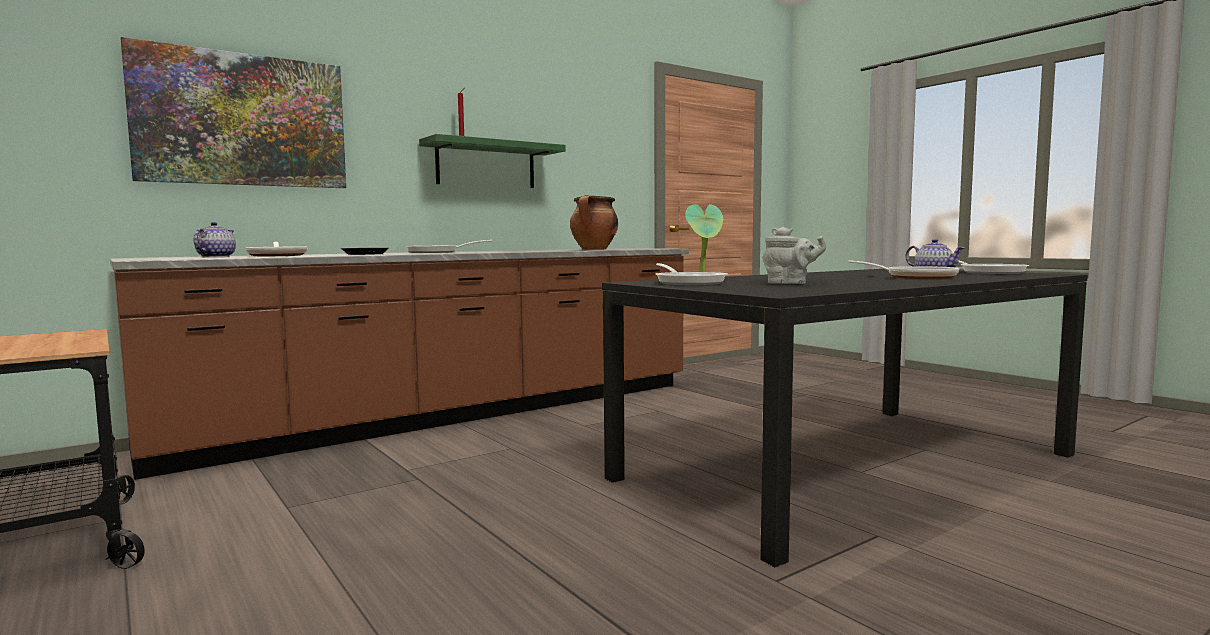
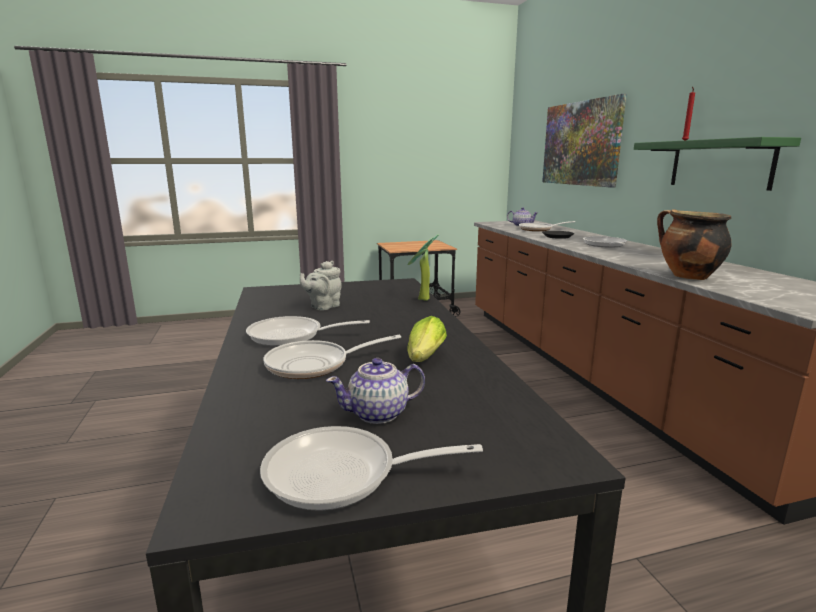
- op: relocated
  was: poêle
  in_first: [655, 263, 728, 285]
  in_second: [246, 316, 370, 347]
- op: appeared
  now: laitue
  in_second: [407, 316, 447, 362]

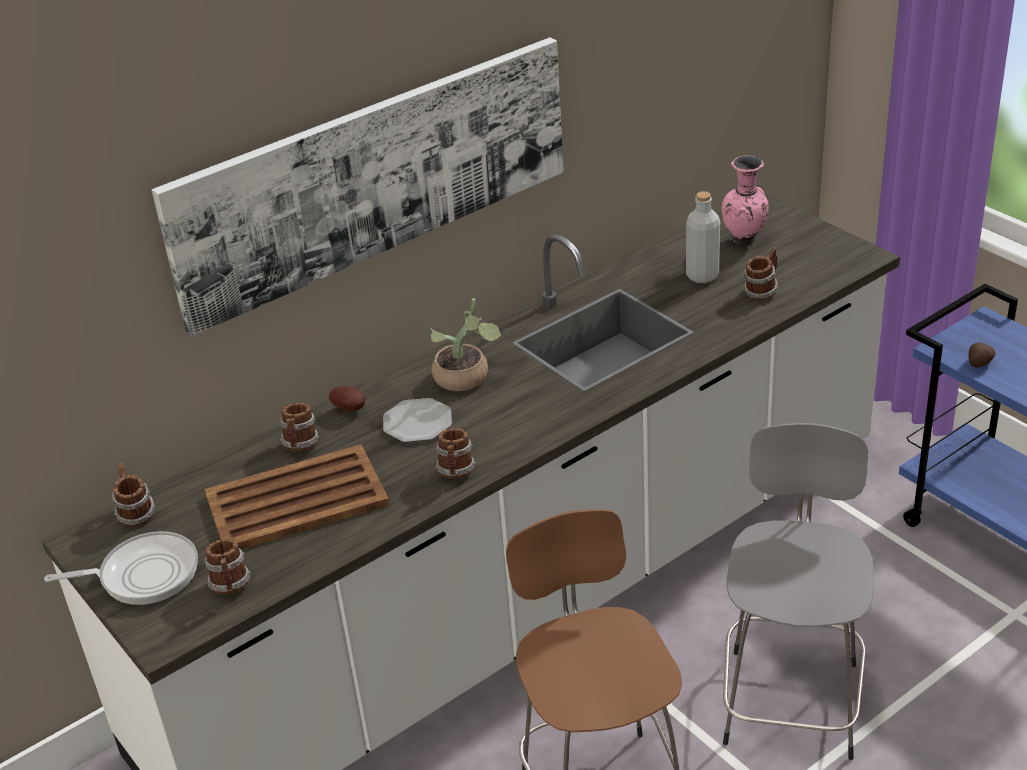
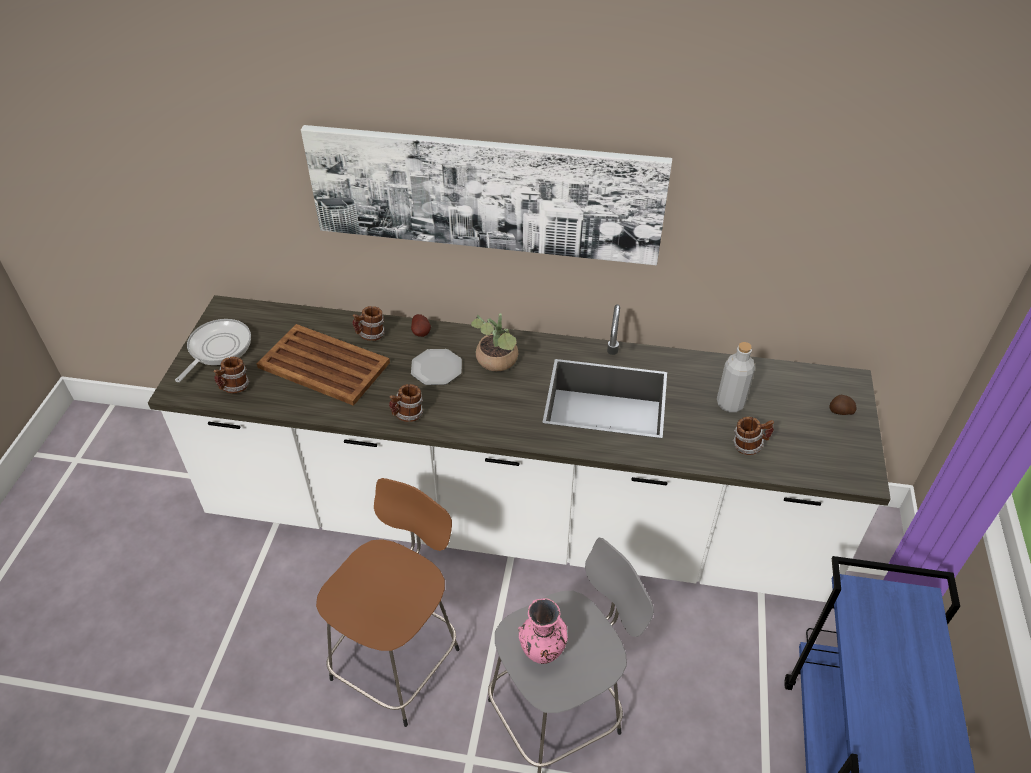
- op: relocated
  was: vase/rose
  in_first: [722, 155, 769, 246]
  in_second: [518, 598, 568, 664]
- op: relocated
  was: pomme de terre
  in_first: [969, 343, 996, 368]
  in_second: [829, 395, 857, 415]
- op: missing
  was: mug
  in_first: [112, 462, 156, 526]
- op: spun
  was: poêle
  in_first: [44, 531, 198, 605]
  in_second: [175, 319, 251, 382]
  clockwise: -105

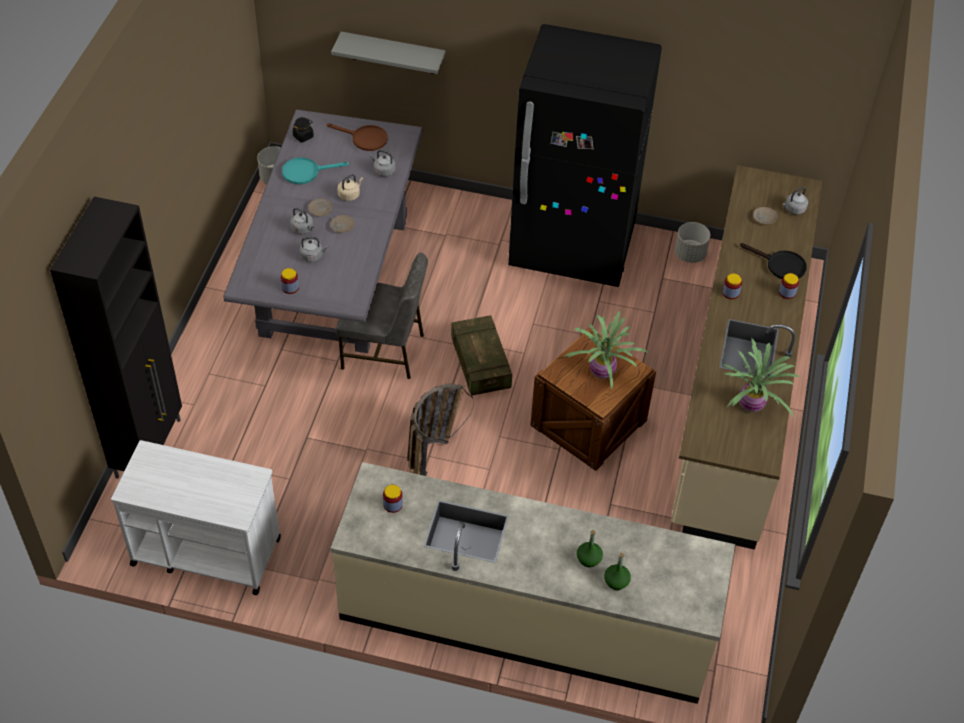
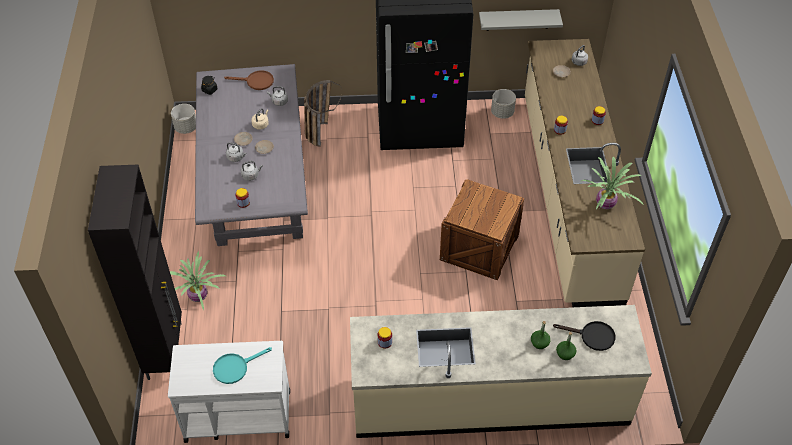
- op: relocated
  was: étagère/gris
  in_first: [331, 32, 445, 74]
  in_second: [479, 9, 563, 31]
- op: relocated
  was: poêle/turquoise
  in_first: [282, 157, 349, 184]
  in_second: [213, 347, 272, 384]
- op: relocated
  was: poêle/noir
  in_first: [740, 243, 807, 279]
  in_second: [553, 321, 616, 351]
- op: missing
  was: chaise/gris
  in_first: [336, 253, 428, 379]
- op: relocated
  was: plante en pot
  in_first: [564, 311, 649, 389]
  in_second: [170, 251, 226, 310]
- op: missing
  was: caisse
  in_first: [451, 315, 512, 396]
- op: relocated
  was: panier
  in_first: [407, 383, 474, 476]
  in_second: [304, 80, 342, 147]

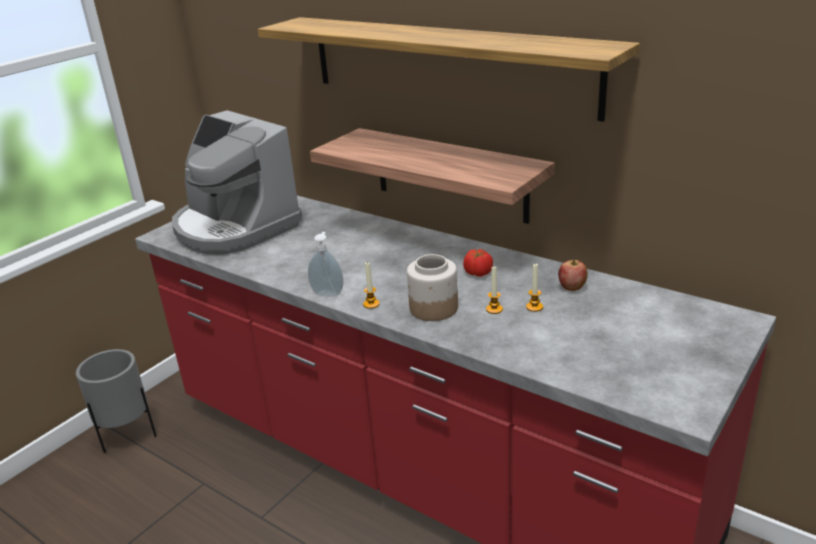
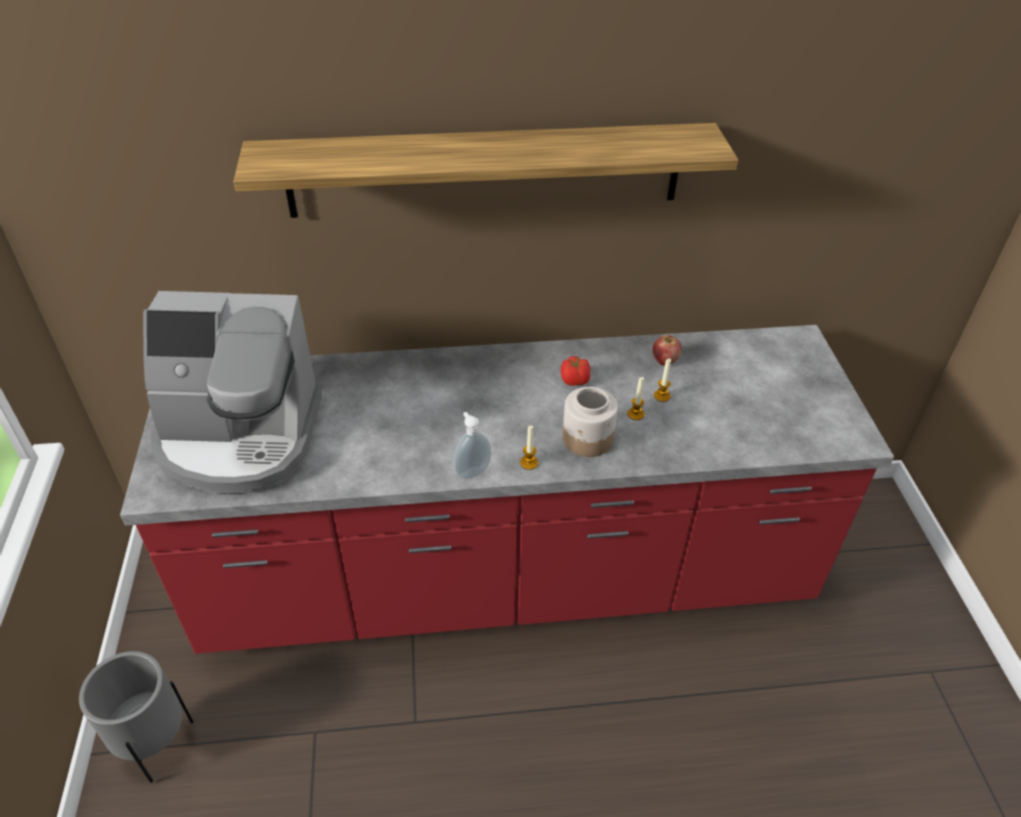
- op: missing
  was: étagère
  in_first: [310, 128, 555, 224]

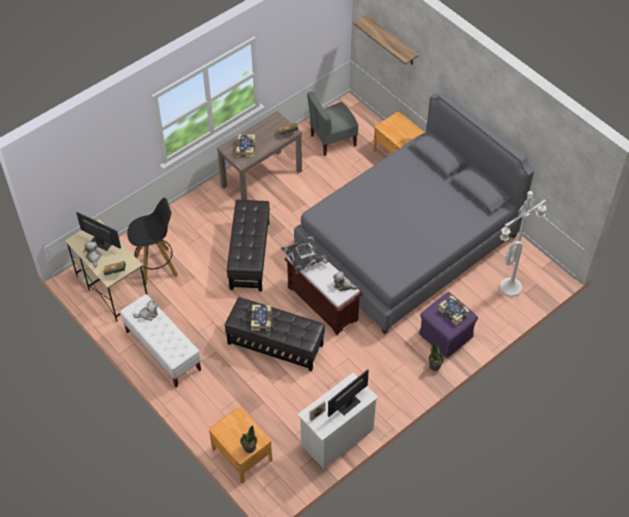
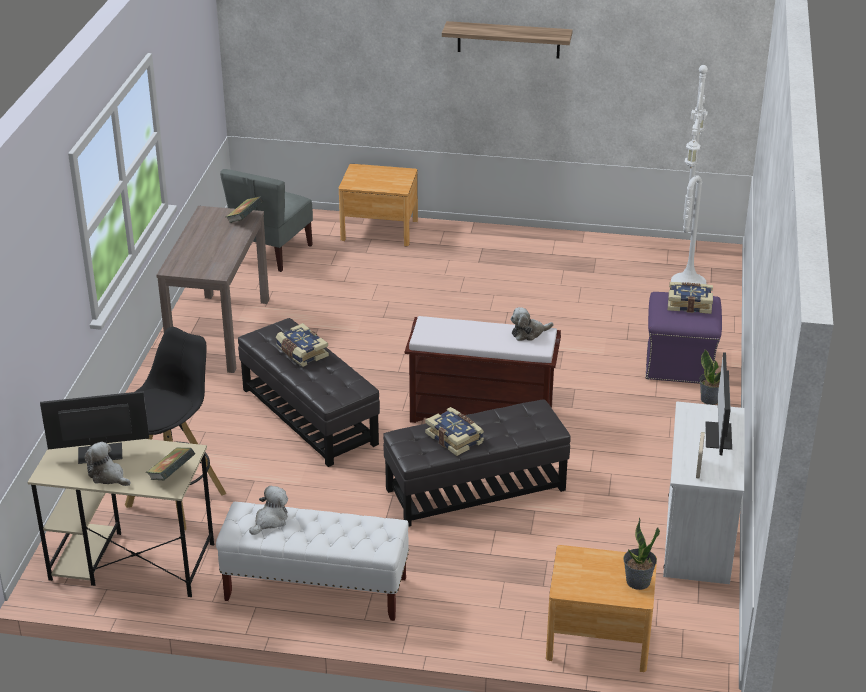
- op: relocated
  was: étagère
  in_first: [354, 15, 418, 65]
  in_second: [442, 21, 573, 59]
- op: missing
  was: lit/gris
  in_first: [294, 93, 534, 334]
- op: relocated
  was: livre
  in_first: [236, 134, 256, 158]
  in_second: [276, 323, 329, 367]
- op: missing
  was: coussin
  in_first: [280, 235, 331, 274]

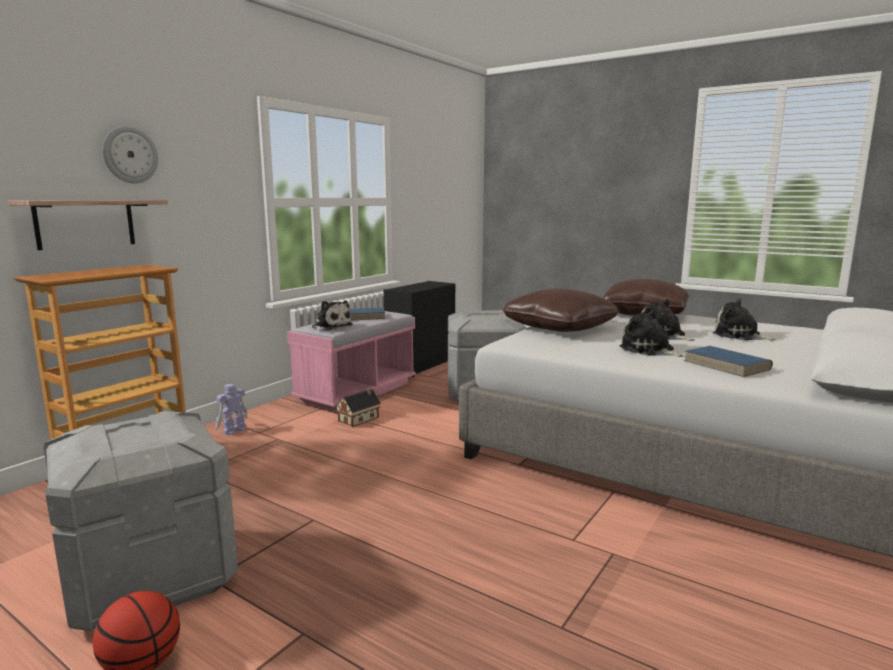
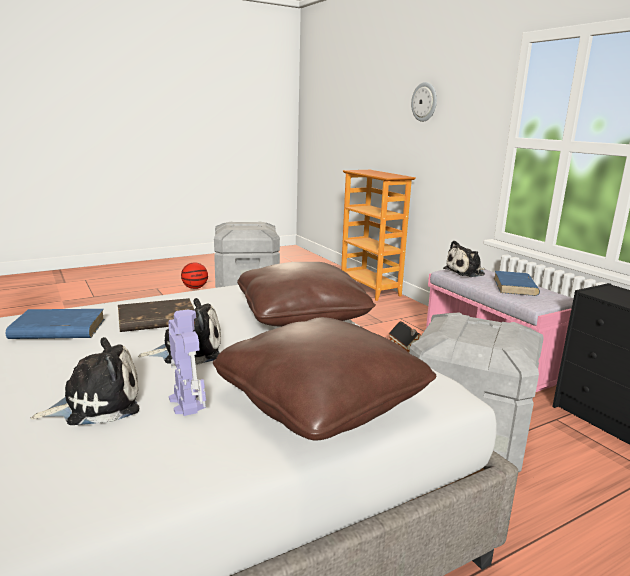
- op: missing
  was: étagère
  in_first: [8, 200, 168, 250]
- op: exchanged
  was: peluche
  now: livre/marron
  in_first: [620, 309, 684, 357]
  in_second: [118, 298, 194, 332]
- op: relocated
  was: robot jouet
  in_first: [215, 384, 247, 435]
  in_second: [168, 310, 206, 416]

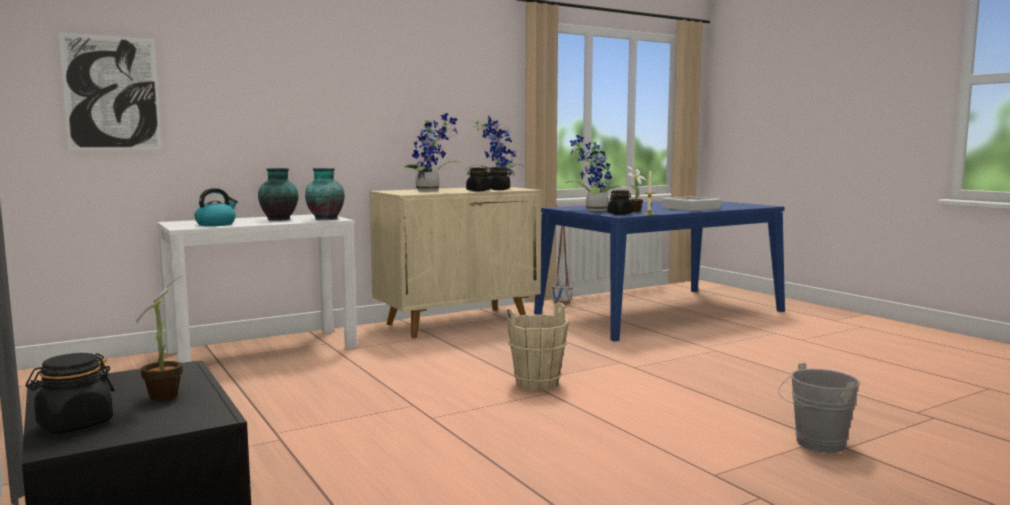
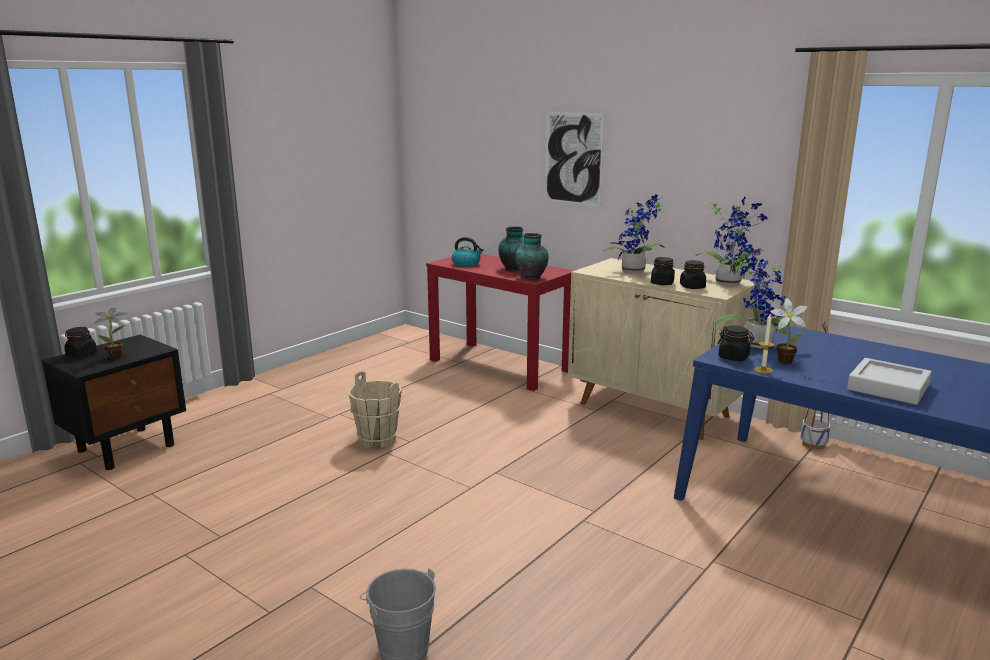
- op: relocated
  was: tableau
  in_first: [59, 33, 162, 150]
  in_second: [545, 112, 604, 206]
- op: colour
  was: table console/blanc
  now: table console/rouge
  in_first: [157, 214, 357, 363]
  in_second: [426, 254, 575, 391]
- op: relocated
  was: seau/beige
  in_first: [507, 302, 569, 391]
  in_second: [349, 371, 402, 449]

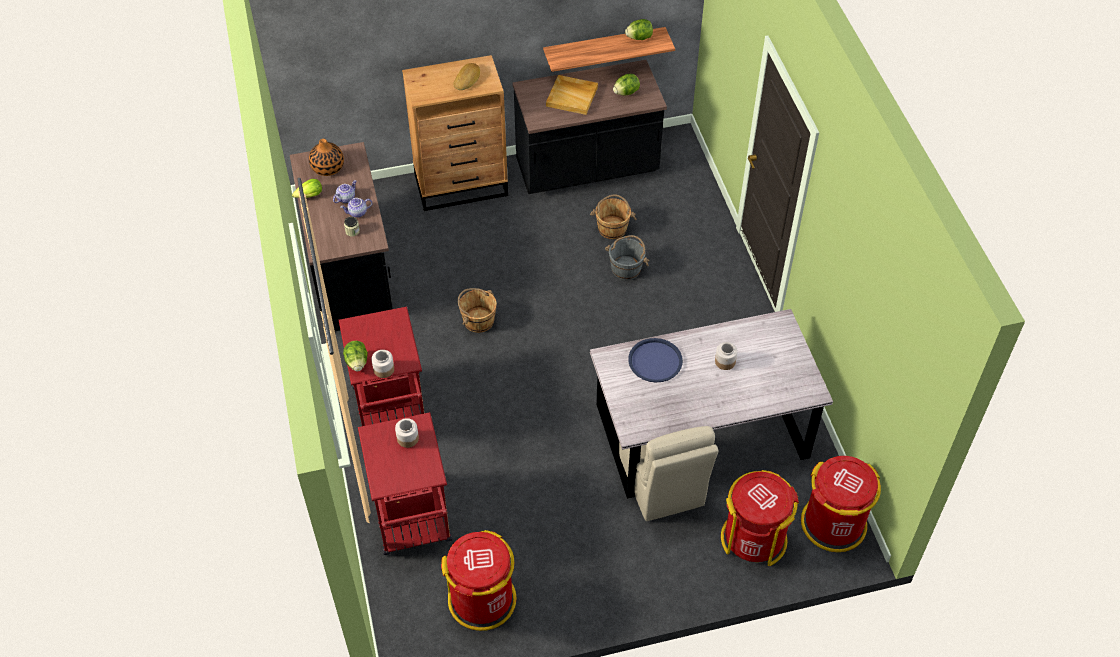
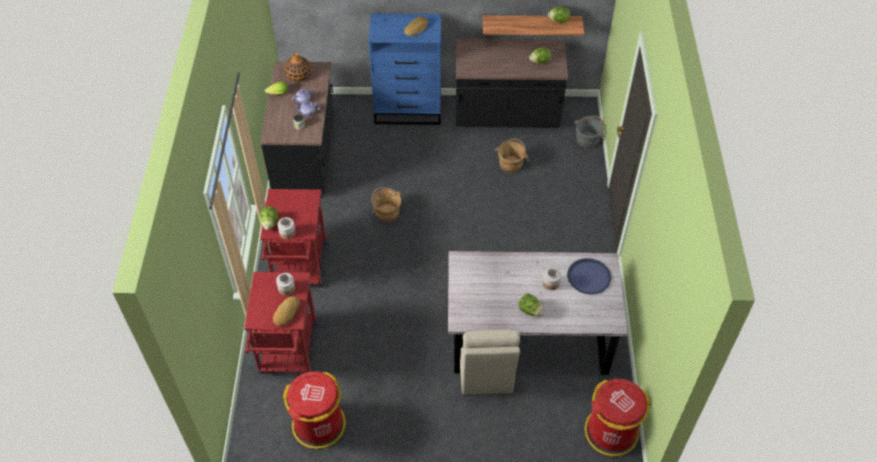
- op: colour
  was: commode/marron
  now: commode/bleu
  in_first: [402, 55, 508, 211]
  in_second: [368, 13, 441, 125]
- op: missing
  was: plateau/beige
  in_first: [546, 75, 598, 115]
- op: relocated
  was: seau/gris
  in_first: [605, 235, 649, 280]
  in_second: [575, 116, 605, 149]
- op: relocated
  was: plateau/bleu
  in_first: [628, 338, 683, 383]
  in_second: [567, 258, 611, 294]
- op: missing
  was: poubelle/rouge
  in_first: [721, 470, 799, 566]
- op: appeared
  now: laitue
  in_second: [518, 293, 543, 316]
- op: appeared
  now: pain
  in_second: [273, 296, 300, 326]

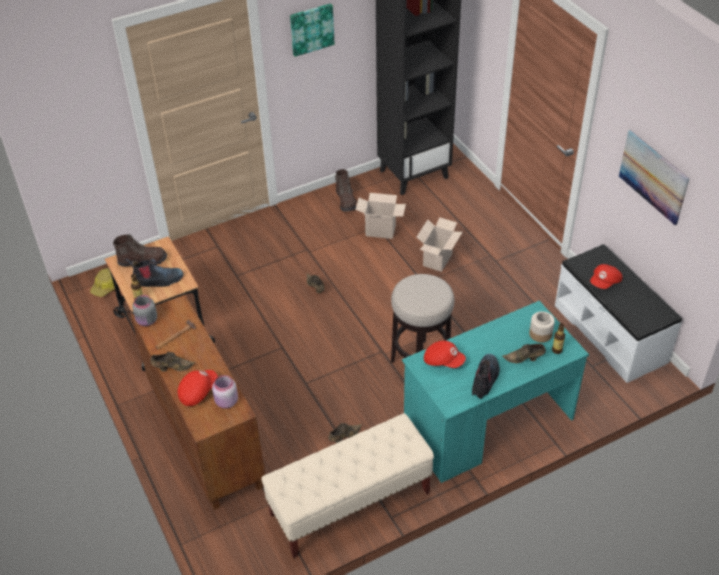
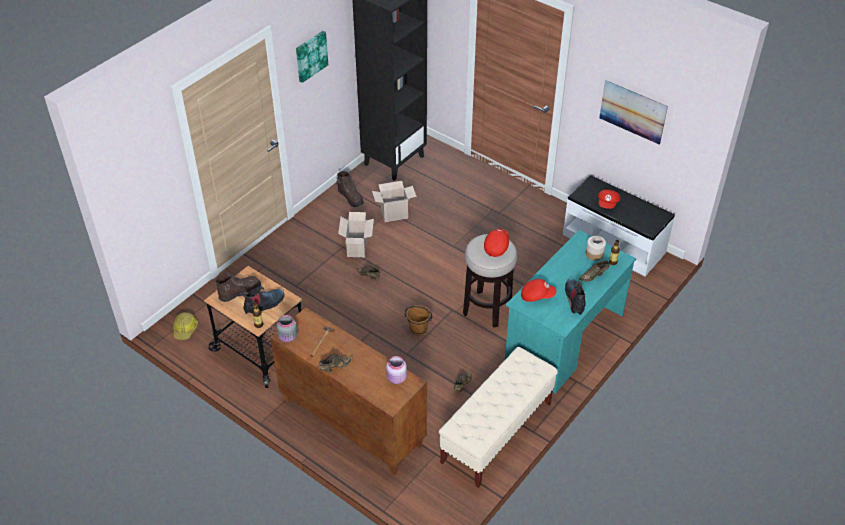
- op: relocated
  was: carton
  in_first: [417, 217, 462, 272]
  in_second: [338, 212, 374, 257]
- op: relocated
  was: casquette/rouge
  in_first: [178, 370, 218, 406]
  in_second: [484, 229, 509, 257]
- op: appeared
  now: seau/marron
  in_second: [405, 305, 432, 335]

